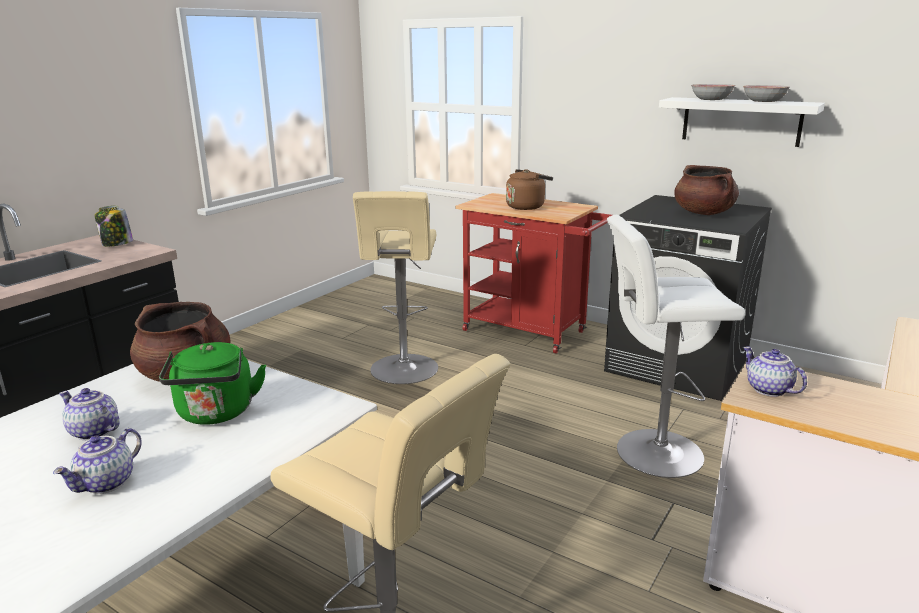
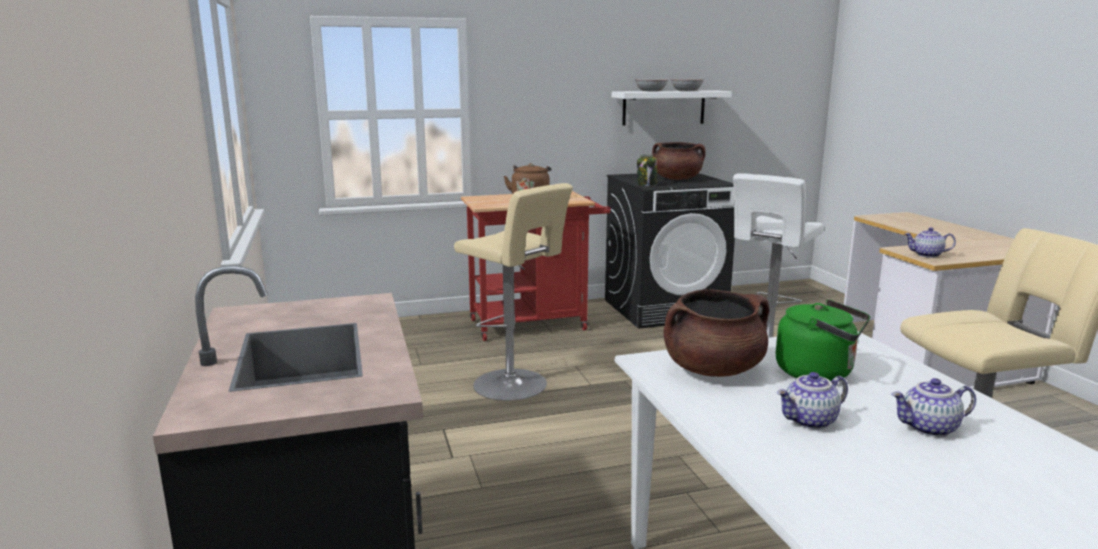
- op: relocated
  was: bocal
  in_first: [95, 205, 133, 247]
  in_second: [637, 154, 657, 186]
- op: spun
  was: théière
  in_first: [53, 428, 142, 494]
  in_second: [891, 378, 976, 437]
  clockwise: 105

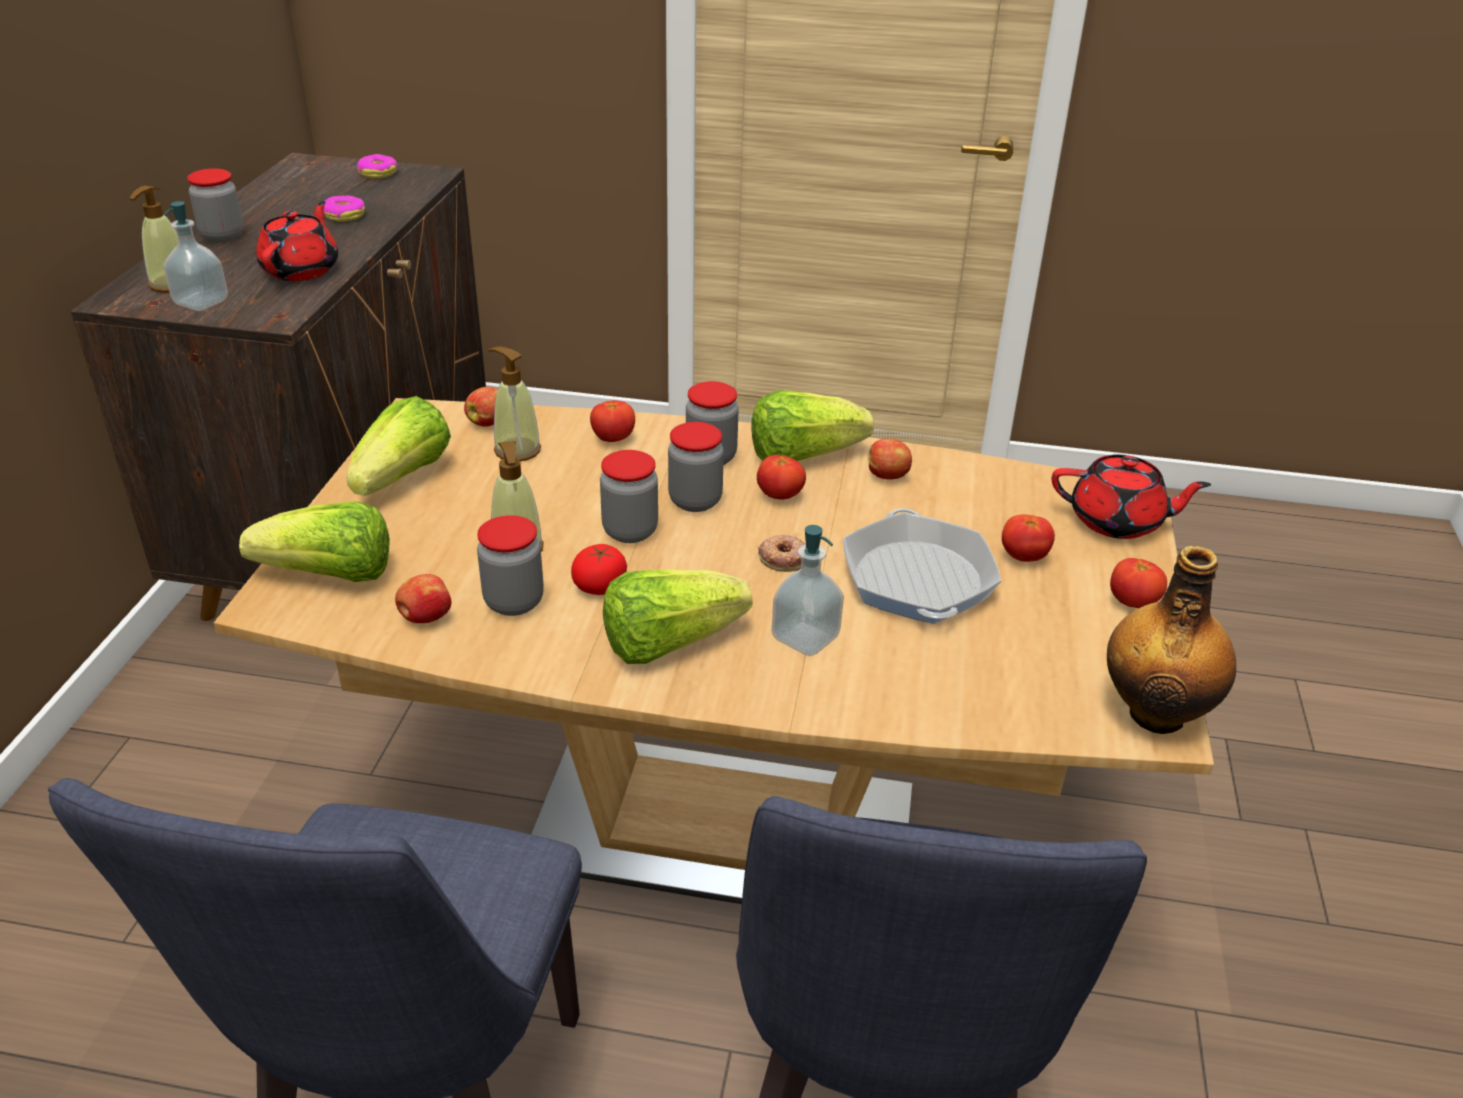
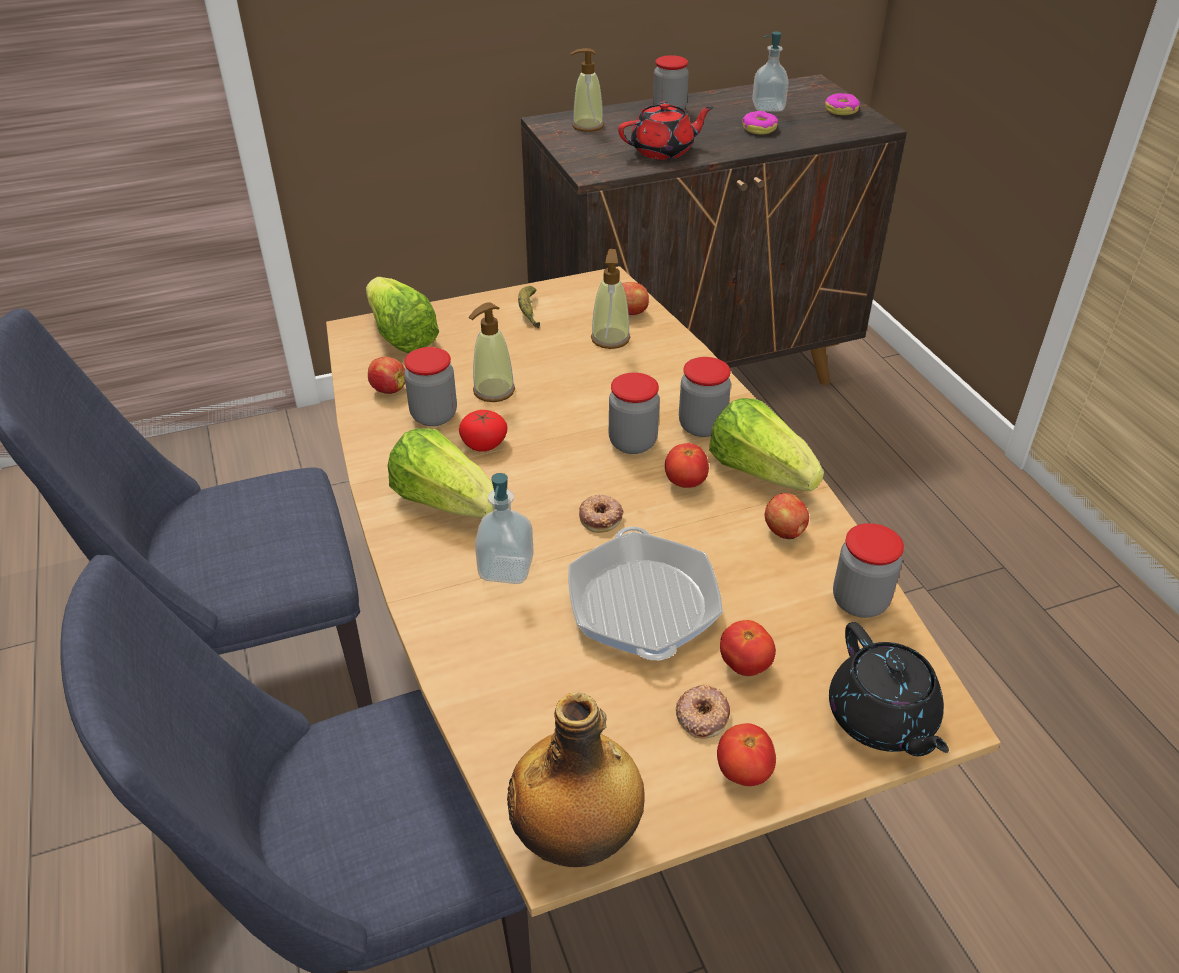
- op: relocated
  was: distributeur de savon
  in_first: [163, 201, 228, 311]
  in_second: [752, 32, 788, 112]
- op: exchanged
  was: laitue
  now: banane
  in_first: [346, 396, 451, 496]
  in_second: [518, 286, 540, 329]
- op: missing
  was: tomate
  in_first: [590, 400, 635, 442]
- op: relocated
  was: bocal
  in_first: [600, 450, 658, 543]
  in_second: [833, 523, 904, 618]
- op: colour
  was: théière/rouge
  now: théière/noir
  in_first: [1052, 455, 1211, 539]
  in_second: [829, 622, 949, 756]
- op: spun
  was: poêle
  in_first: [843, 508, 1001, 624]
  in_second: [568, 527, 723, 660]
  clockwise: 120
- op: appeared
  now: beignet
  in_second: [676, 685, 730, 739]

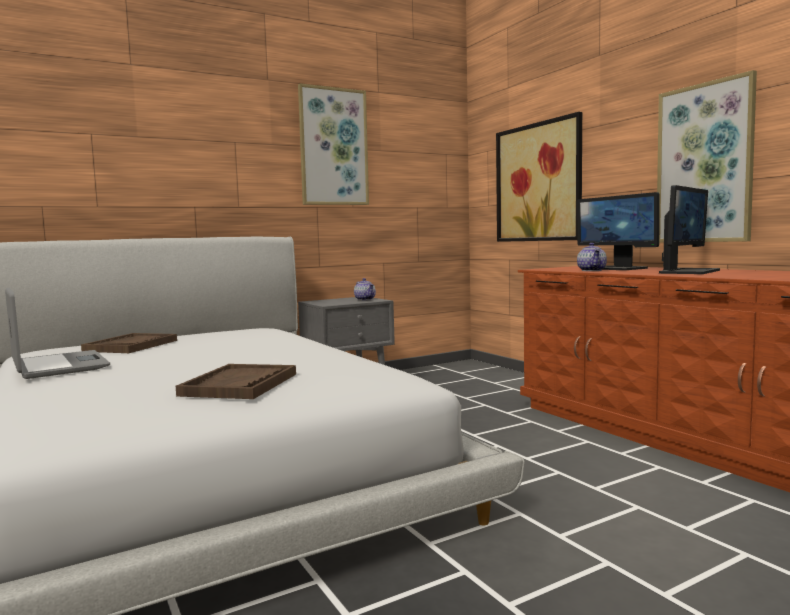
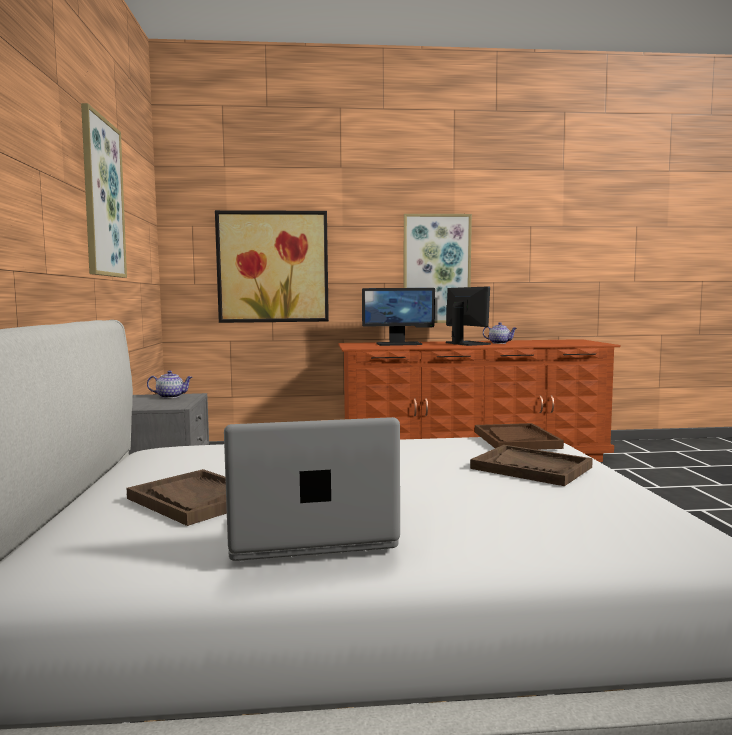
- op: relocated
  was: théière
  in_first: [577, 243, 607, 271]
  in_second: [483, 322, 517, 344]
- op: appeared
  now: plateau/marron
  in_second: [475, 423, 564, 450]

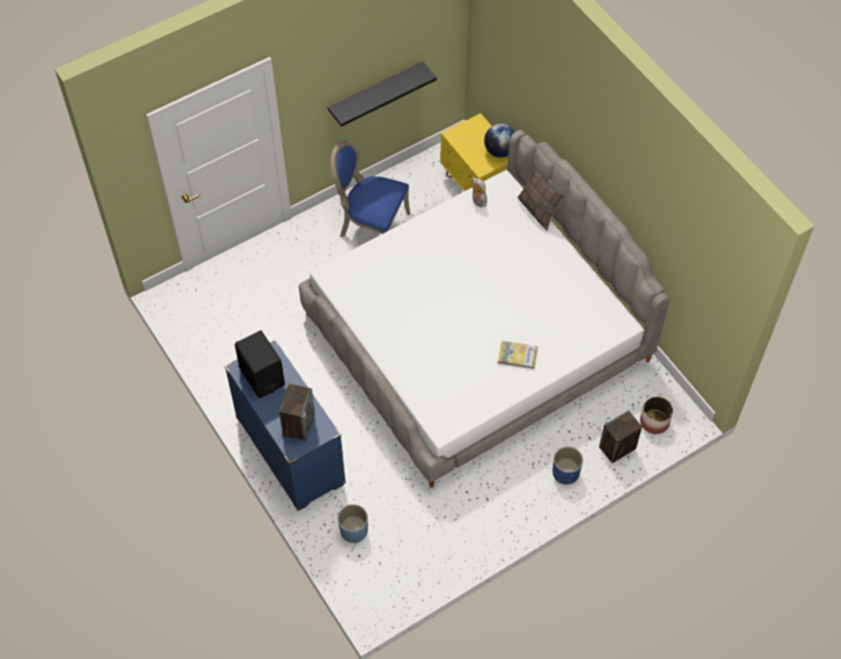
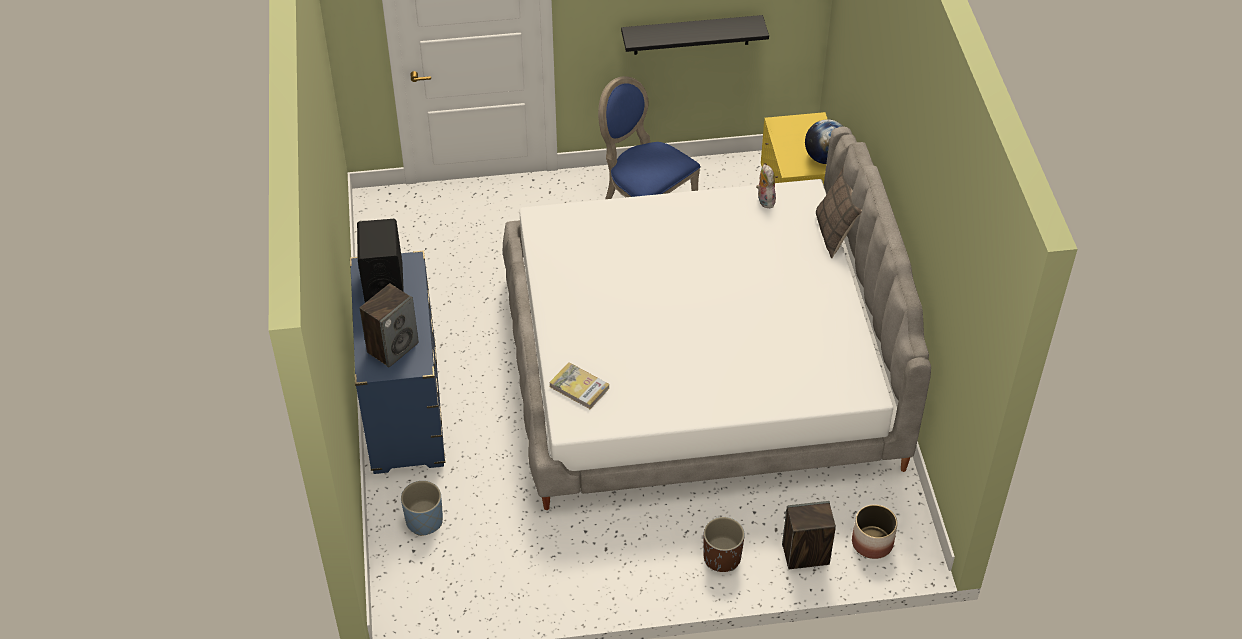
- op: relocated
  was: livre
  in_first: [498, 341, 538, 369]
  in_second: [549, 362, 609, 409]
- op: colour
  was: cache-pot/bleu
  now: cache-pot/marron
  in_first: [552, 446, 583, 484]
  in_second: [703, 517, 745, 572]

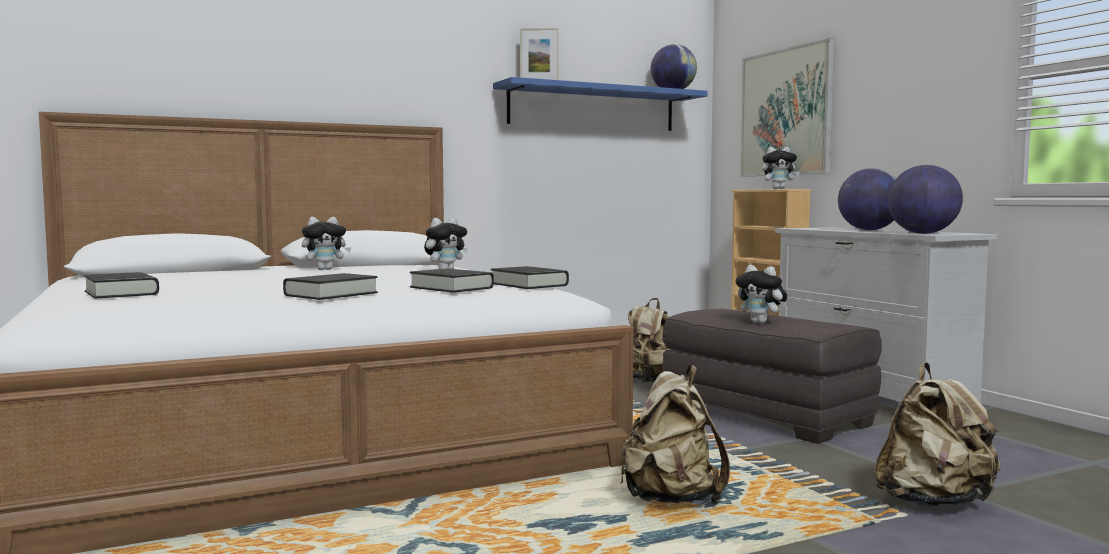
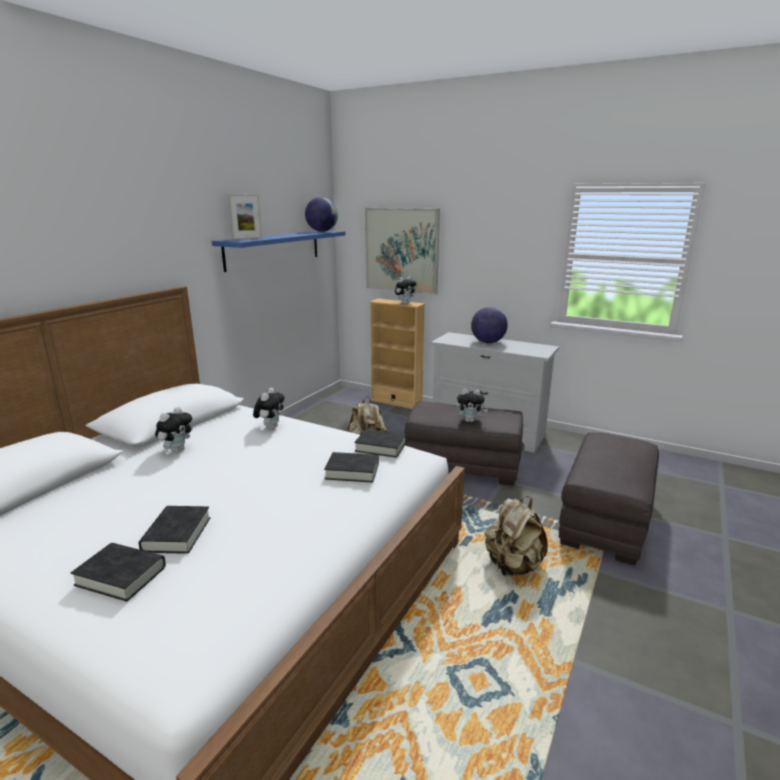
- op: missing
  was: globe
  in_first: [888, 165, 963, 234]
- op: relocated
  was: livre/noir
  in_first: [283, 273, 378, 300]
  in_second: [139, 506, 210, 554]
- op: exchanged
  was: sac à dos/beige
  now: pouf/gris
  in_first: [874, 362, 1001, 507]
  in_second: [558, 433, 659, 565]

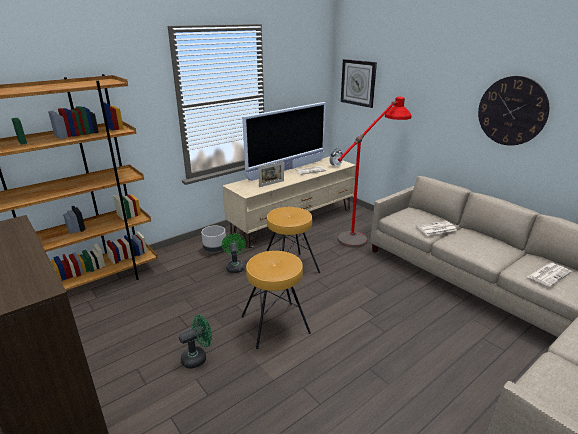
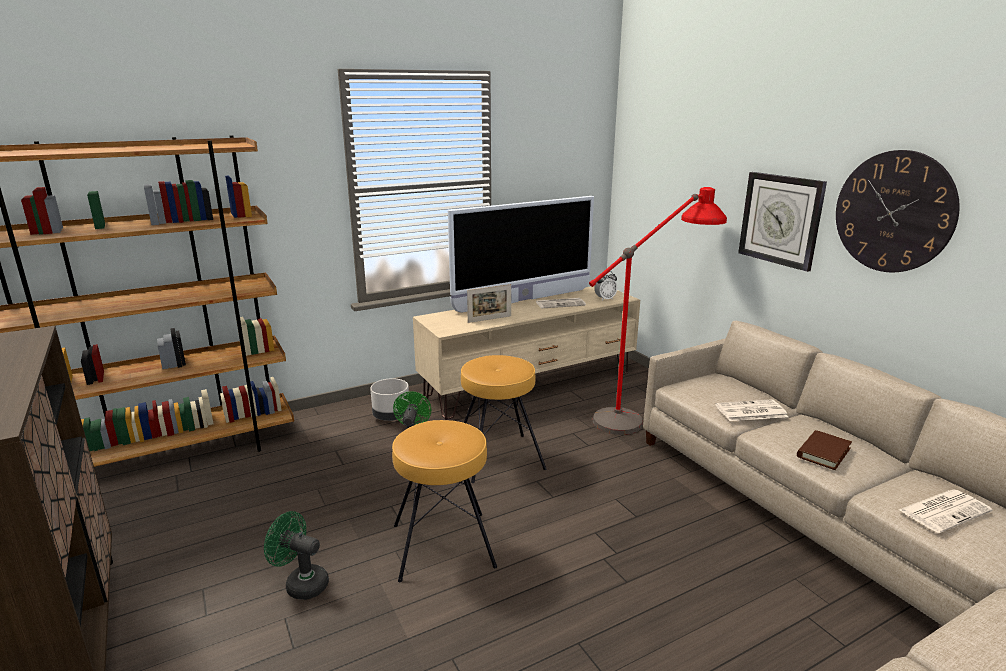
- op: relocated
  was: horloge murale
  in_first: [341, 59, 377, 108]
  in_second: [738, 172, 827, 272]
- op: spun
  was: ventilateur/vert
  in_first: [179, 315, 212, 369]
  in_second: [264, 511, 329, 600]
  clockwise: -135
- op: appeared
  now: livre/marron
  in_second: [797, 430, 852, 470]

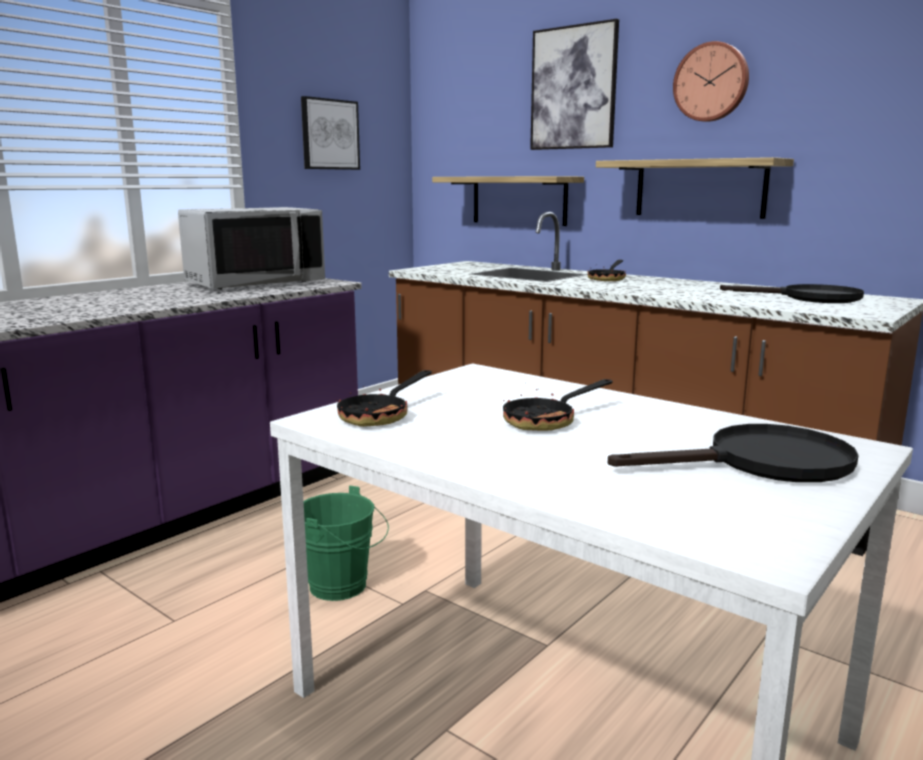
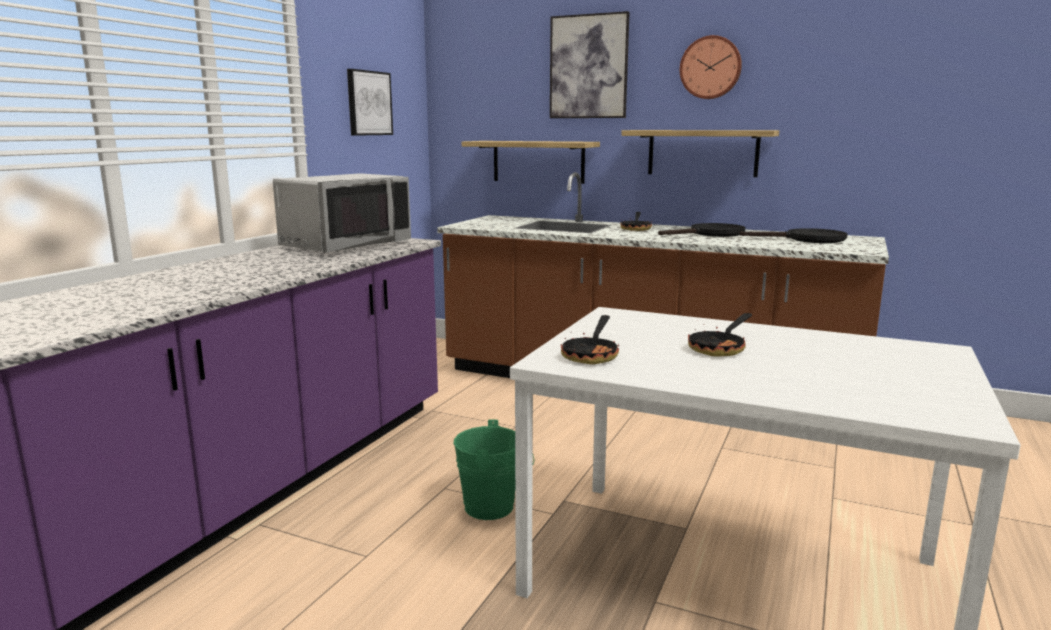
- op: relocated
  was: poêle/noir
  in_first: [608, 424, 859, 482]
  in_second: [658, 223, 745, 237]

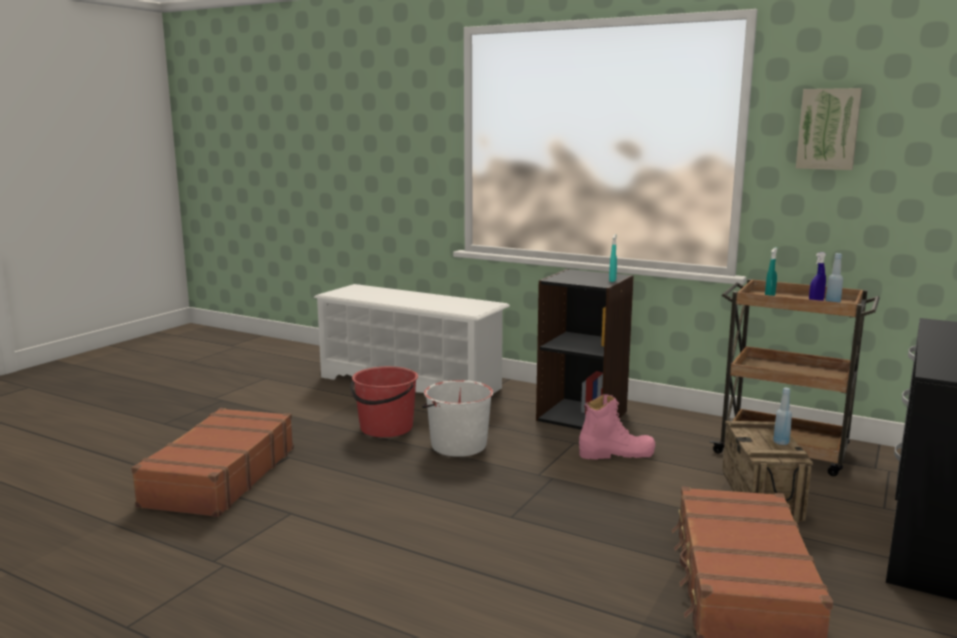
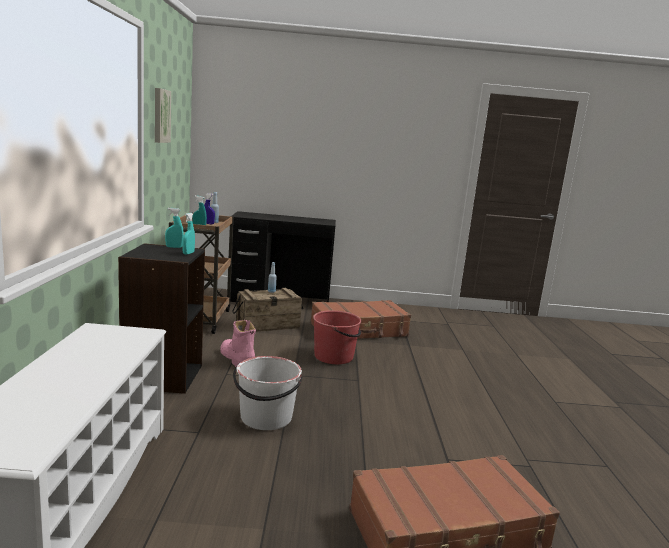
- op: relocated
  was: seau/rouge
  in_first: [350, 366, 418, 437]
  in_second: [313, 310, 361, 364]
- op: appeared
  now: vaporisateur/turquoise
  in_second: [182, 213, 195, 255]

